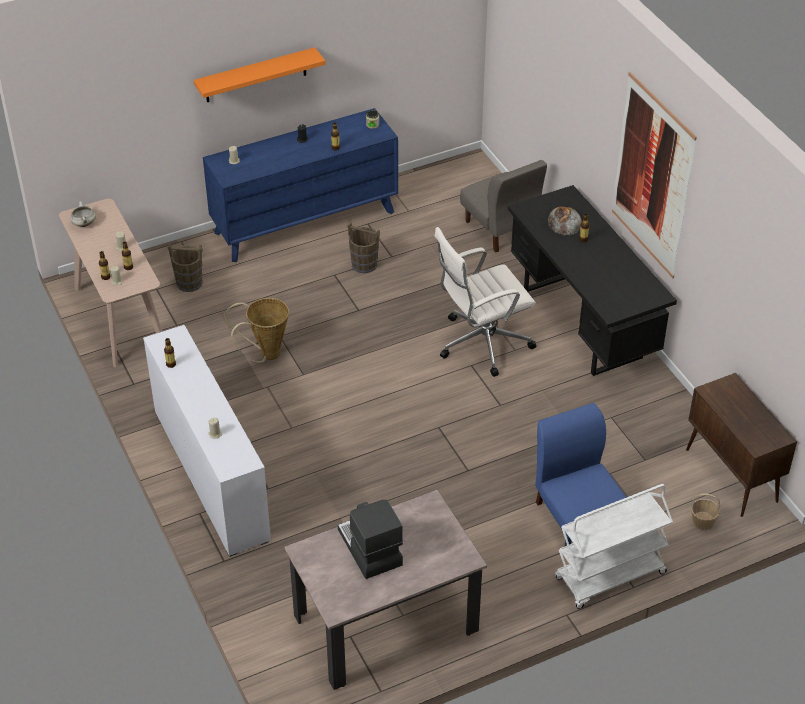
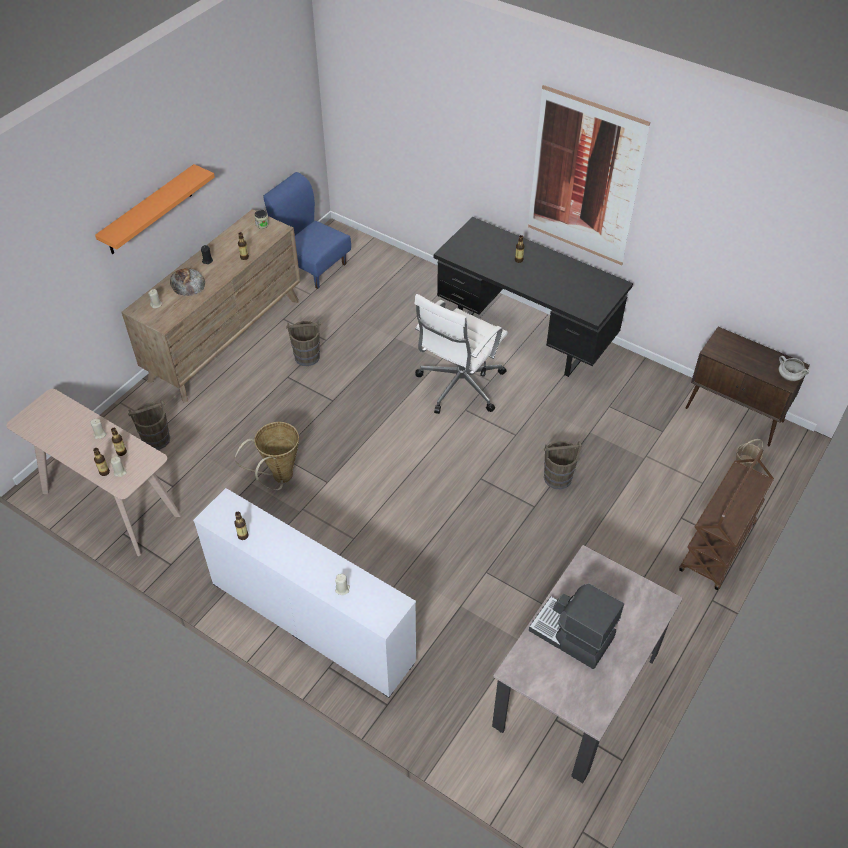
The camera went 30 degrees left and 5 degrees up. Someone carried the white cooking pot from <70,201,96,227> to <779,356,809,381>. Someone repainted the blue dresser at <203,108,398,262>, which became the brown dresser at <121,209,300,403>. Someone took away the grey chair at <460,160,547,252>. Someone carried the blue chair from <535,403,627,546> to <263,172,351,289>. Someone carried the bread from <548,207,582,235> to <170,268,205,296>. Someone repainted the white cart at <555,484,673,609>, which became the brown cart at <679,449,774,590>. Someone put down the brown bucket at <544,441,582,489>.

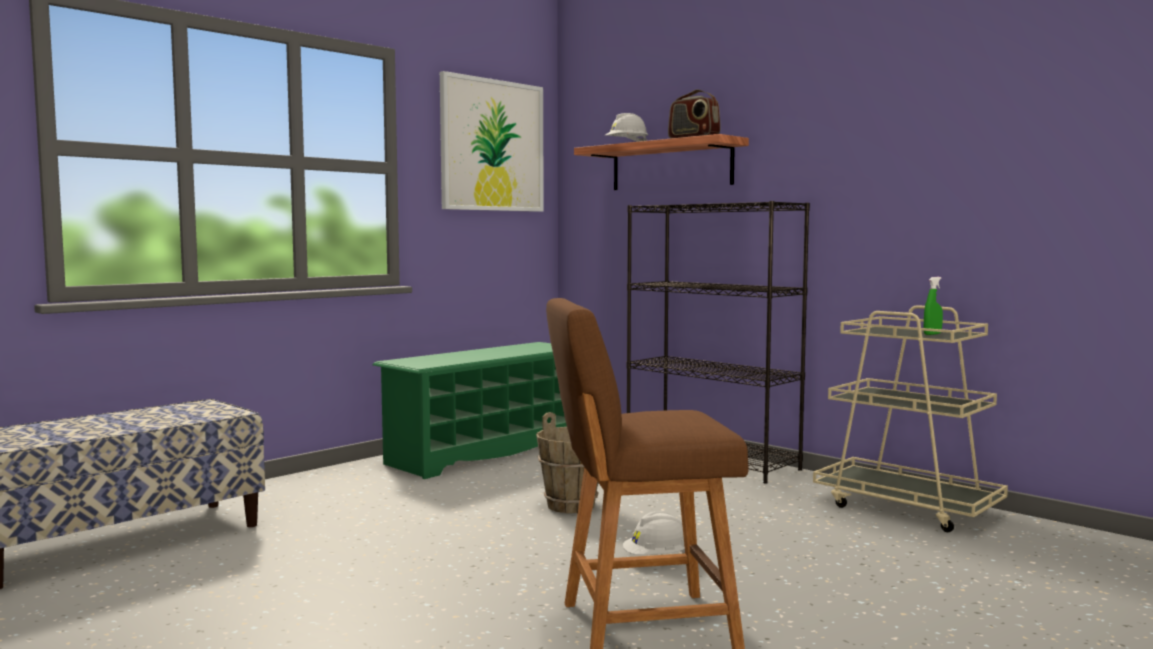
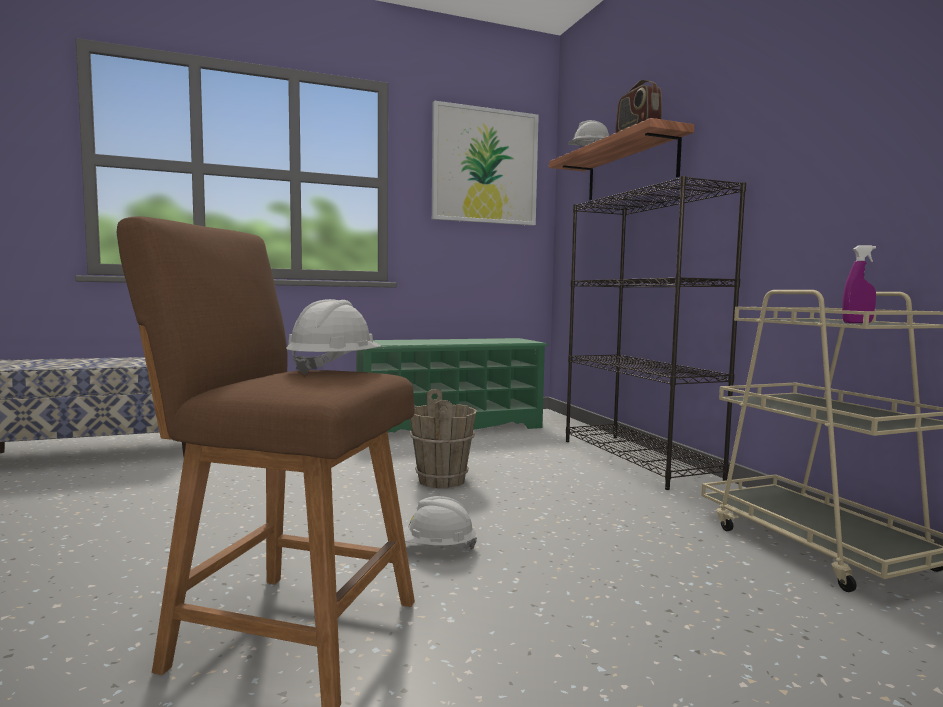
The camera went 25 degrees right and 0 degrees up. Someone repainted the green spray bottle at <924,277,943,335>, which became the purple spray bottle at <842,245,876,323>. Someone put down the white hard hat at <286,299,382,375>.

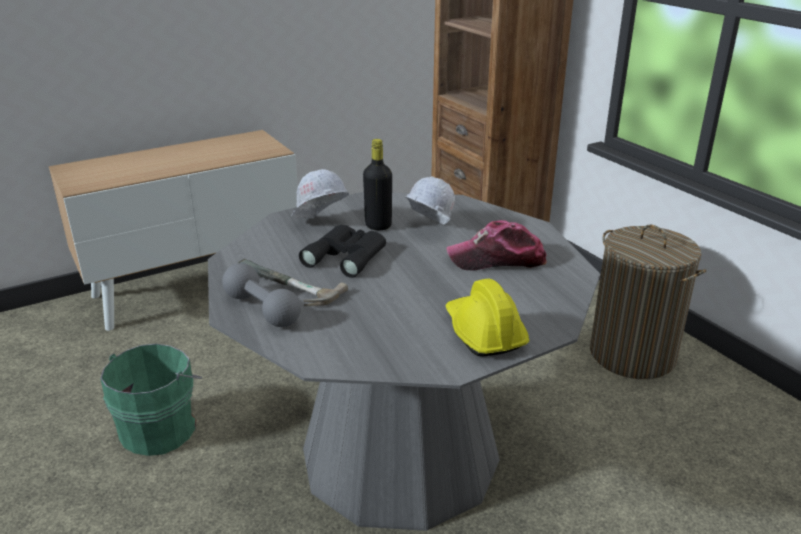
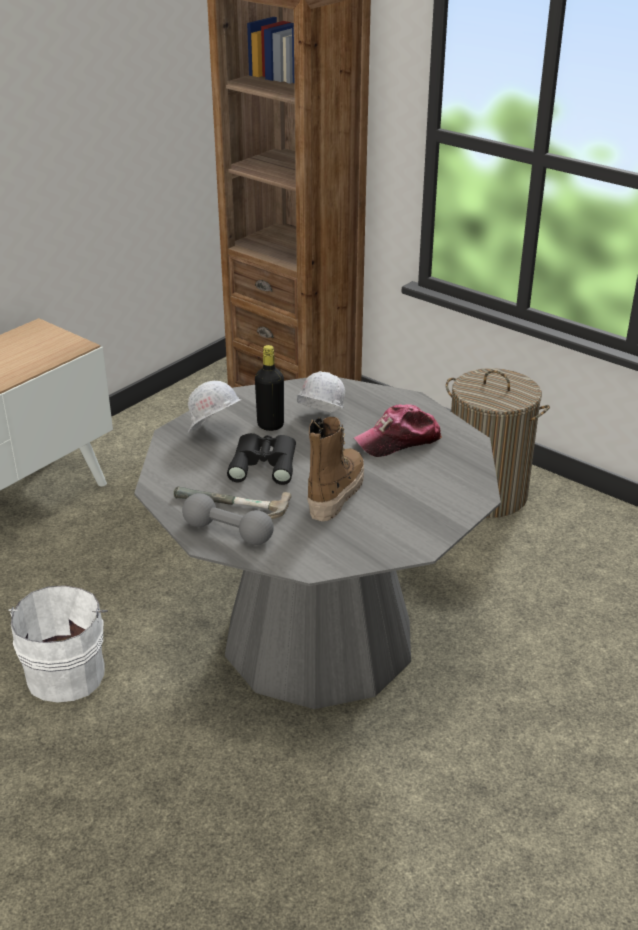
The camera went 20 degrees left and 5 degrees up. Someone repainted the green bucket at <100,344,202,456>, which became the white bucket at <8,585,108,702>. Someone took away the yellow hard hat at <445,279,529,356>. Someone put down the boot at <307,417,364,521>.

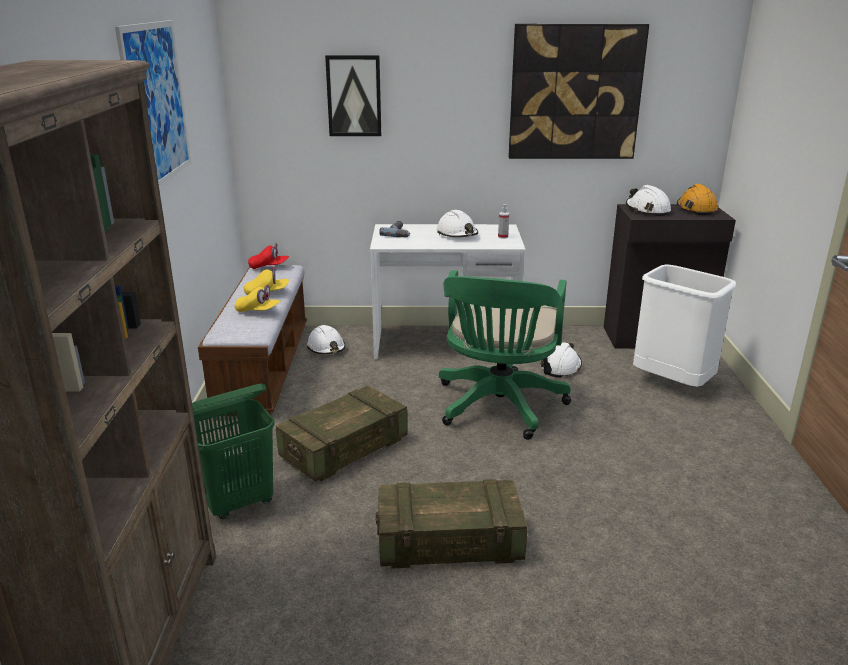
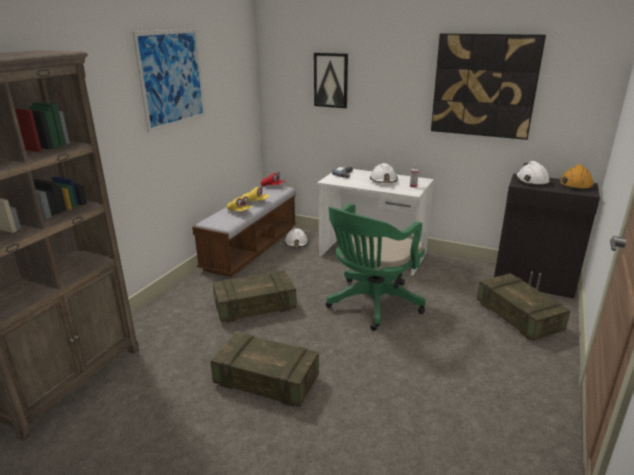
The camera went 25 degrees right and 0 degrees up. Someone took away the green laundry basket at <192,383,274,519>. Someone took away the white hard hat at <540,342,582,378>. Someone swapped the white trash can at <633,264,736,387> for the crate at <477,273,570,341>.

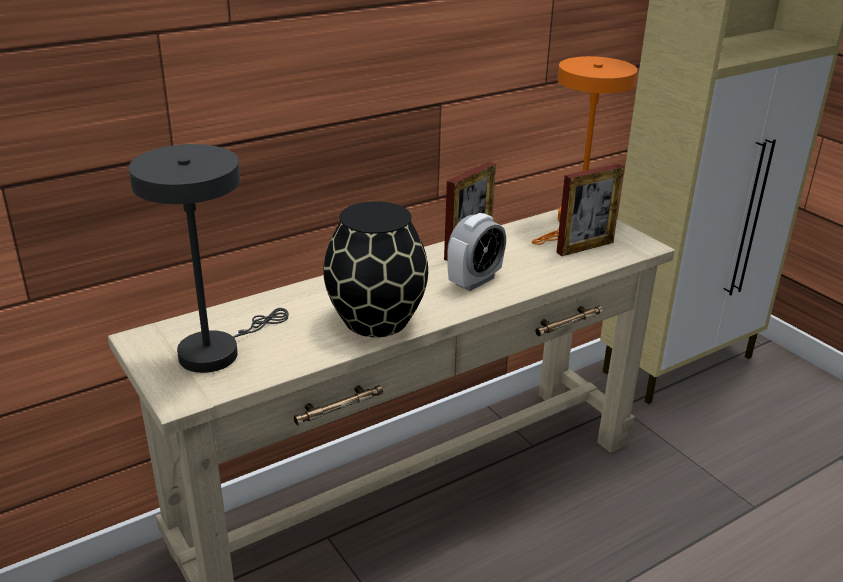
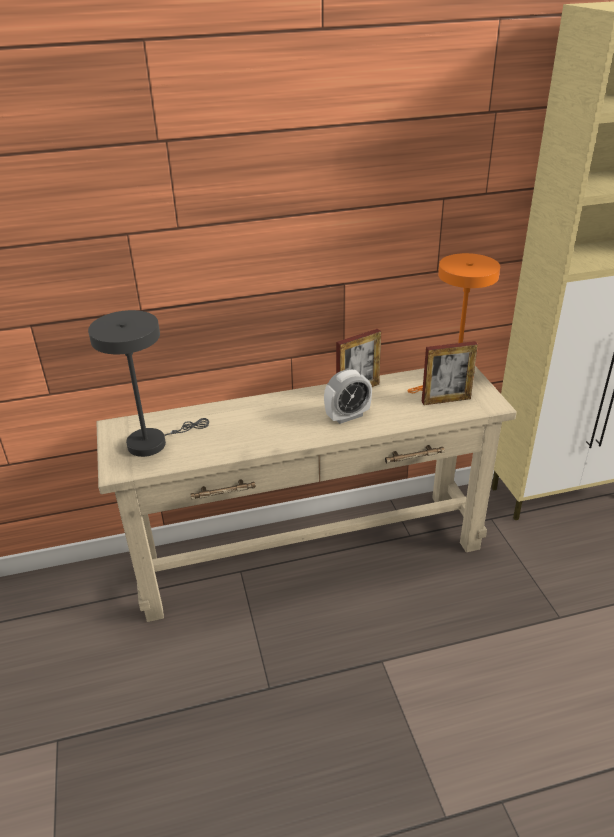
The camera went 20 degrees right and 5 degrees up. Someone took away the black vase at <323,201,428,337>.

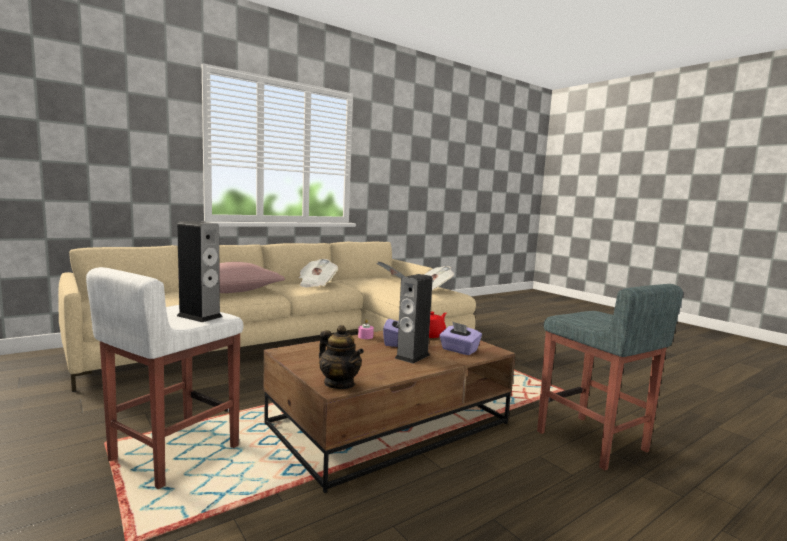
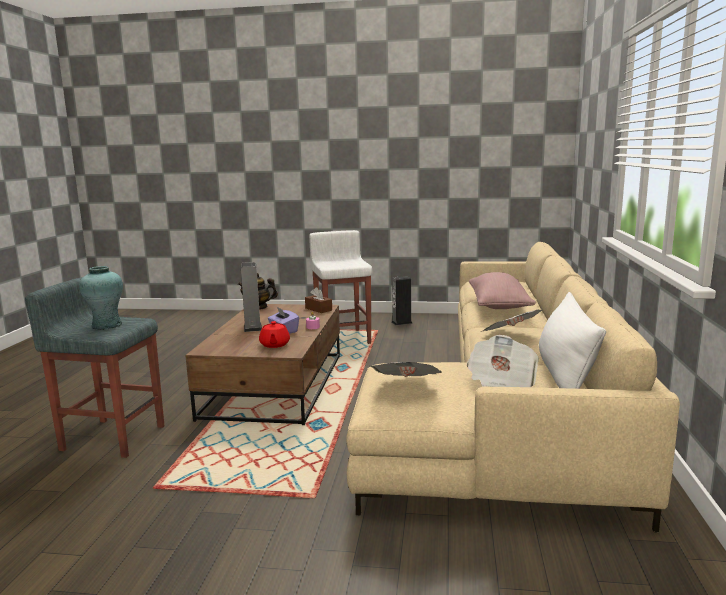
The camera went 135 degrees right and 5 degrees up. Someone carried the speaker from <177,221,223,322> to <392,276,412,325>. Someone took away the purple tissue box at <439,322,482,355>. Someone put down the turquoise vase at <79,266,123,330>. Someone put down the brown tissue box at <305,287,332,313>. Someone put down the white pillow at <539,292,606,389>.

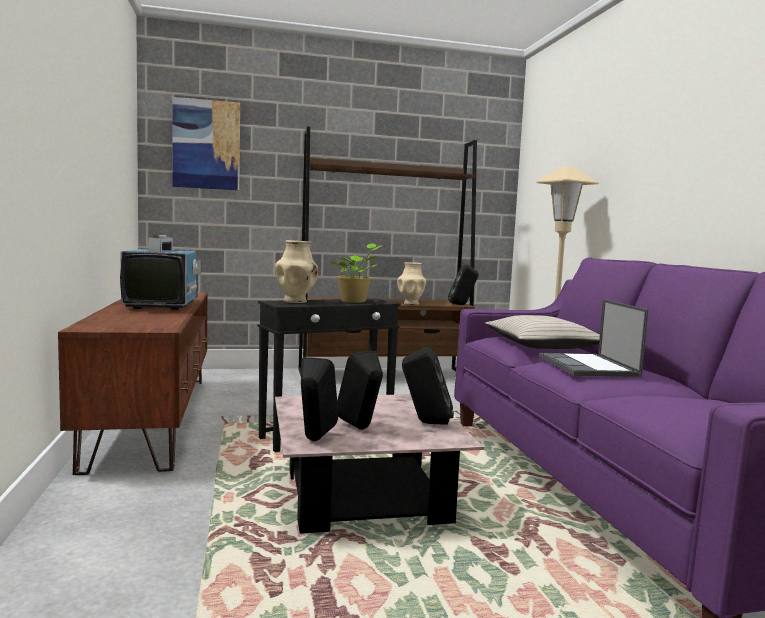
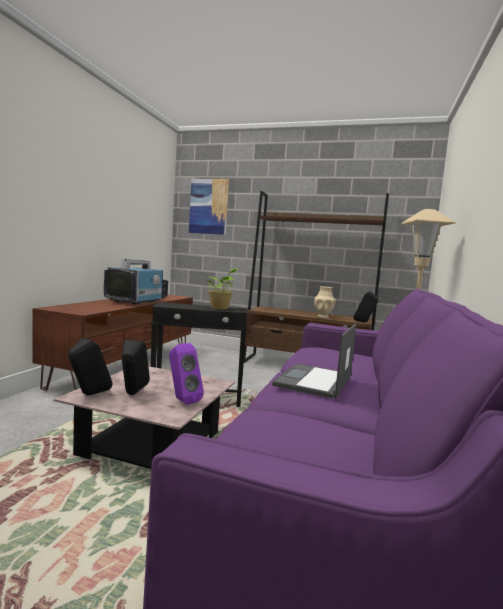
The camera went 30 degrees right and 0 degrees up. Someone took away the beige vase at <275,240,318,303>. Someone repainted the black speaker at <402,346,454,425>, which became the purple speaker at <169,343,204,405>. Someone took away the beige pillow at <485,315,600,349>.

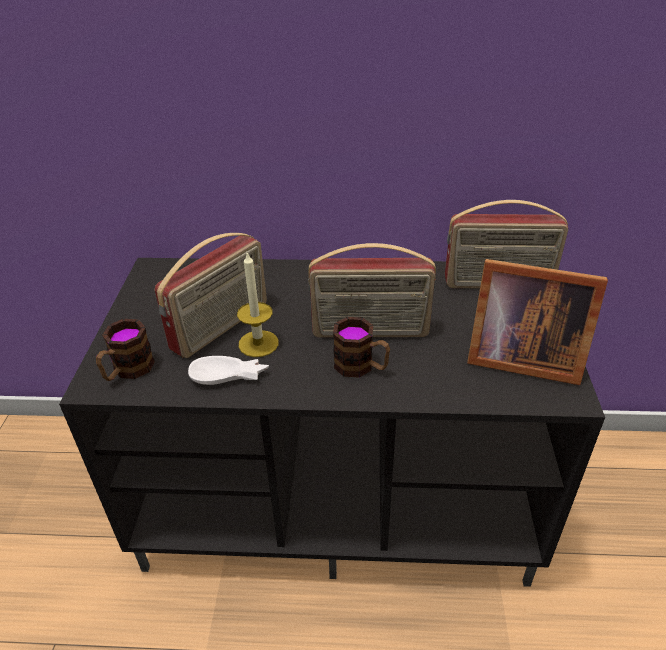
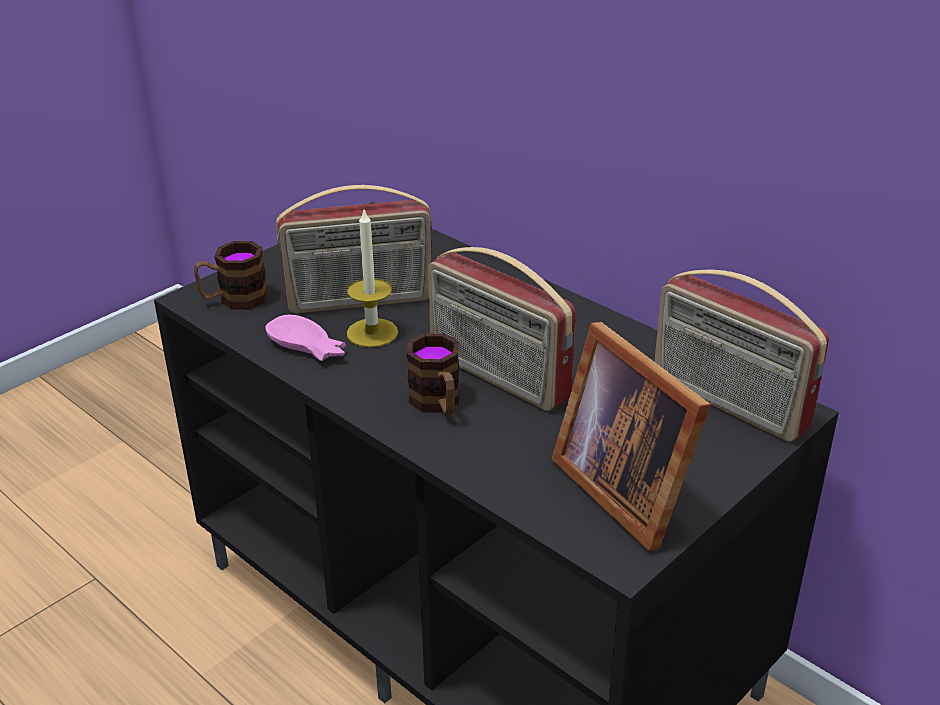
The camera went 40 degrees right and 5 degrees down. Someone repainted the white bowl at <188,356,269,385>, which became the pink bowl at <265,315,346,361>.

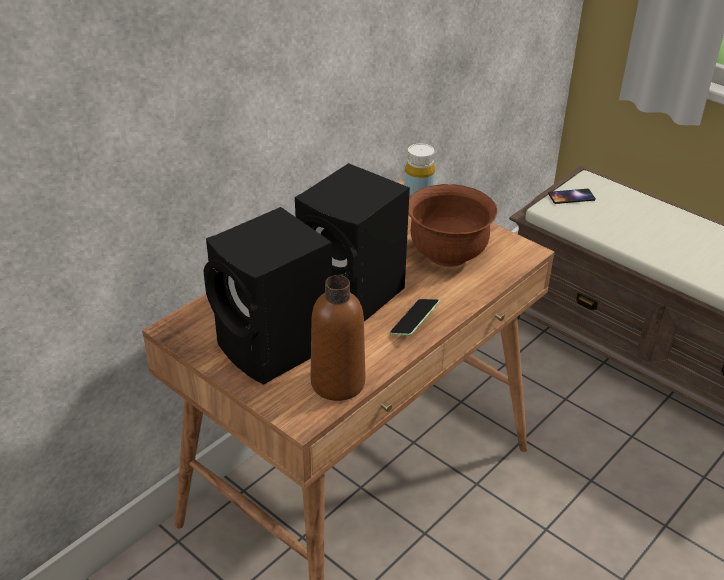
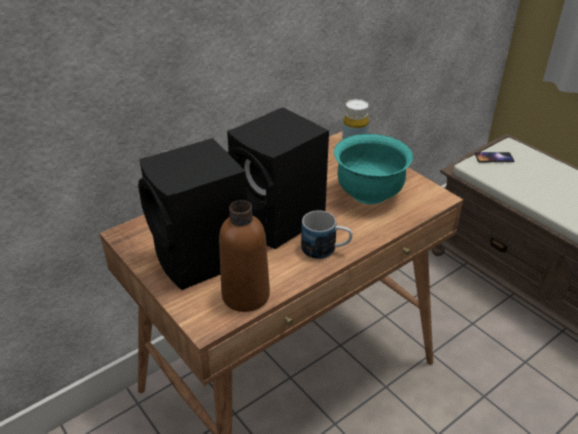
The camera went 10 degrees right and 0 degrees up. Someone swapped the phone at <390,299,440,336> for the mug at <301,210,353,259>. Someone repainted the brown bowl at <408,184,498,267>, which became the turquoise bowl at <334,134,413,204>.

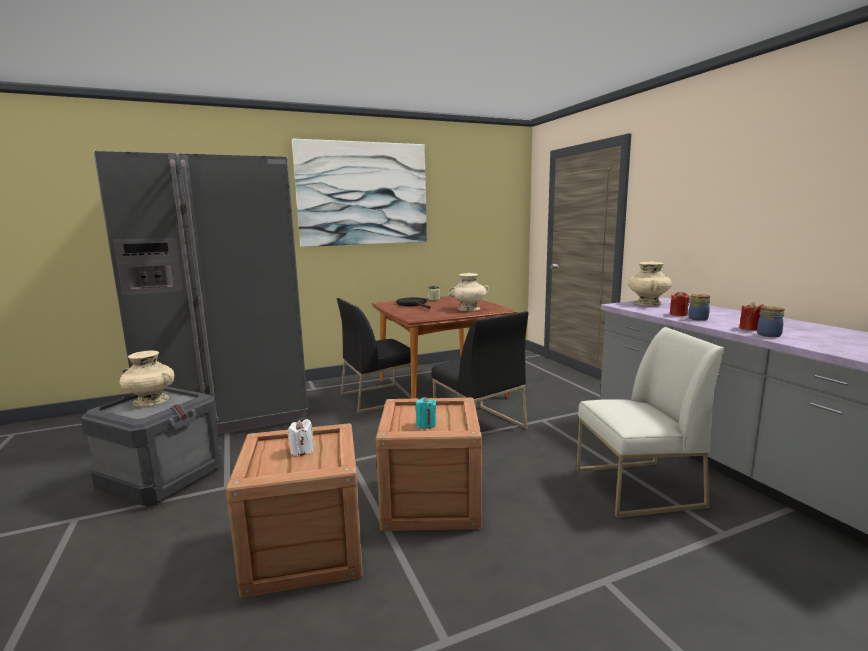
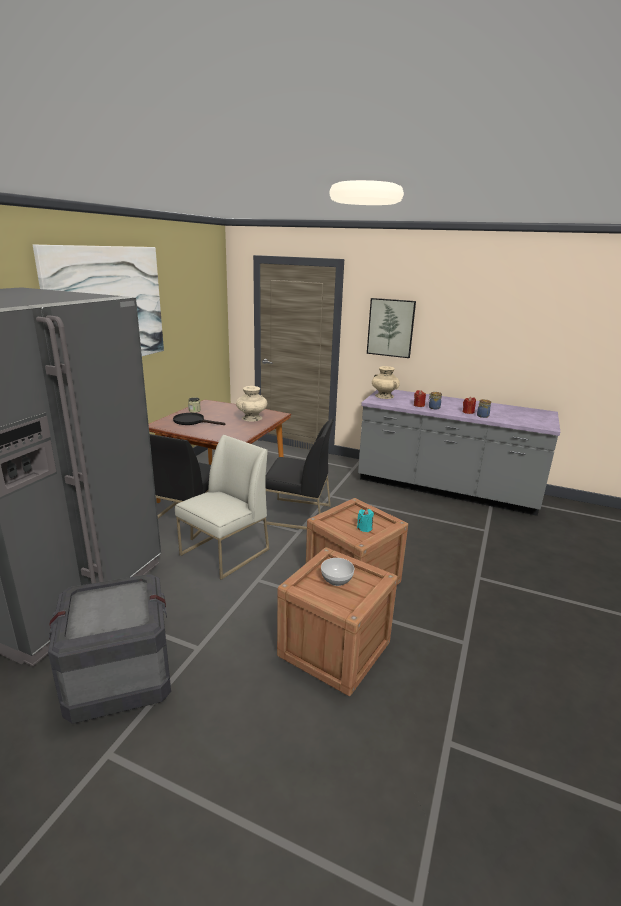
The camera went 45 degrees left and 10 degrees up. Someone took away the beige vase at <120,350,174,406>. Someone swapped the white candle at <287,419,314,456> for the bowl at <321,558,354,586>. Someone carried the white chair from <577,327,724,518> to <175,435,269,580>. Someone put up the picture at <367,298,416,358>.

